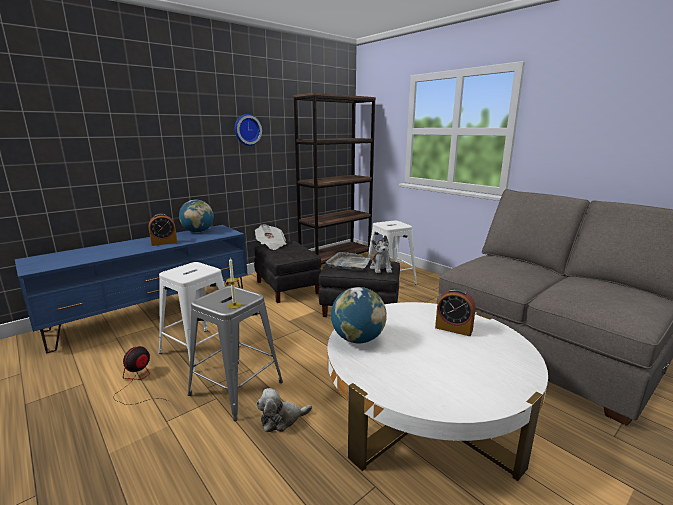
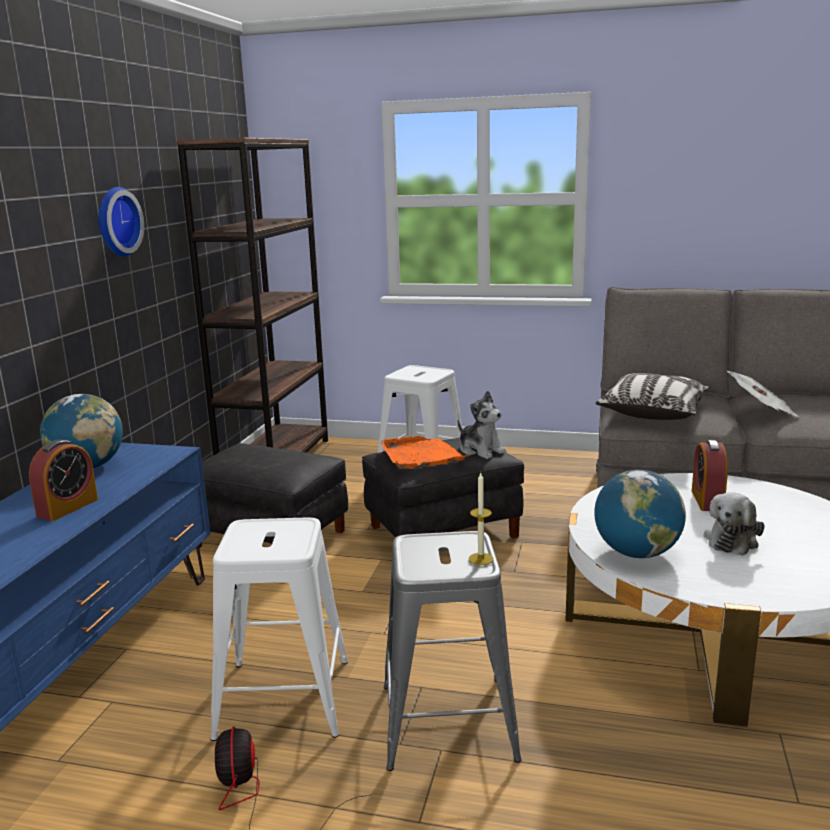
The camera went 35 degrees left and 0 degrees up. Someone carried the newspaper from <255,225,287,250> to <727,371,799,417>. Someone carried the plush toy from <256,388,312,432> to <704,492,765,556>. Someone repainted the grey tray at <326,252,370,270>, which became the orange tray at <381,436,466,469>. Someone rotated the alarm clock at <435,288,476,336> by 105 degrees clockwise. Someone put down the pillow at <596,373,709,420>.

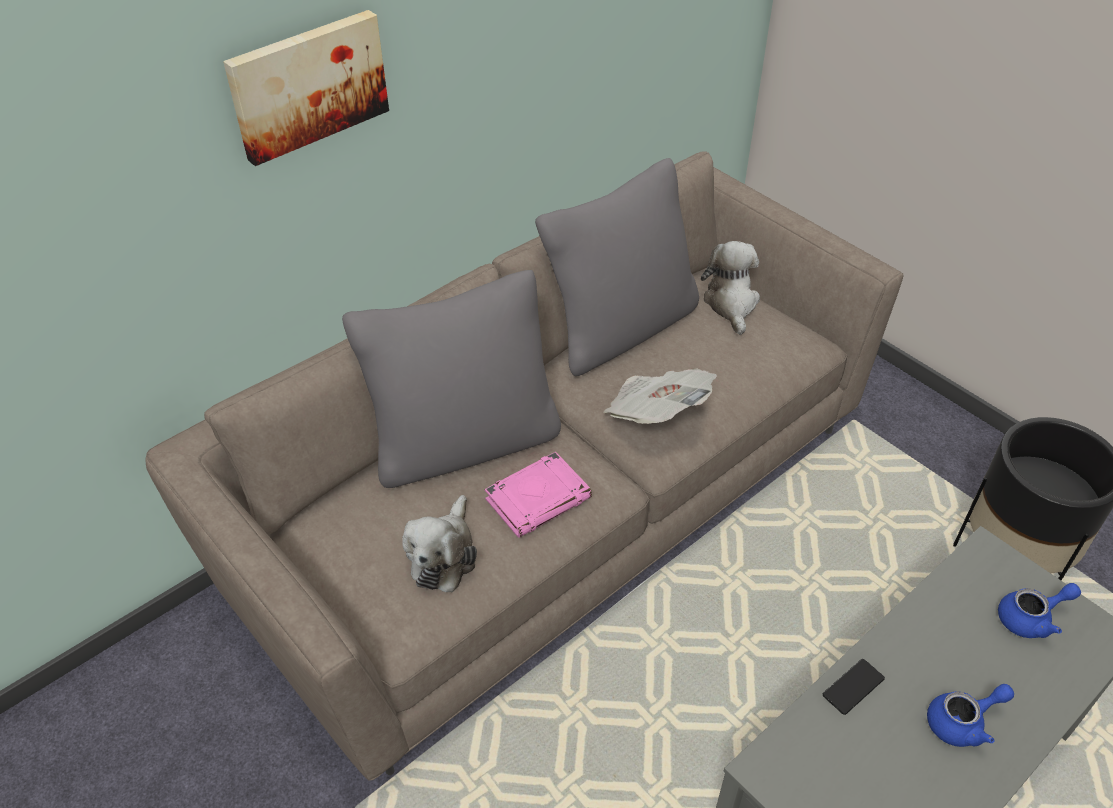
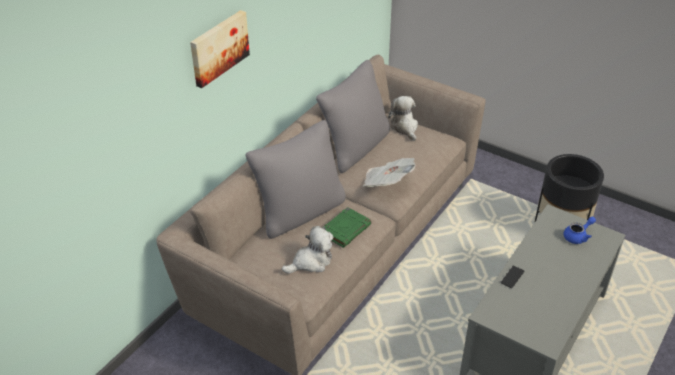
The camera went 15 degrees left and 5 degrees down. Someone rotated the plush toy at <402,495,477,592> by 120 degrees counterclockwise. Someone repainted the pink book at <485,452,592,538>, which became the green book at <323,207,371,248>. Someone took away the blue teapot at <927,684,1014,747>.

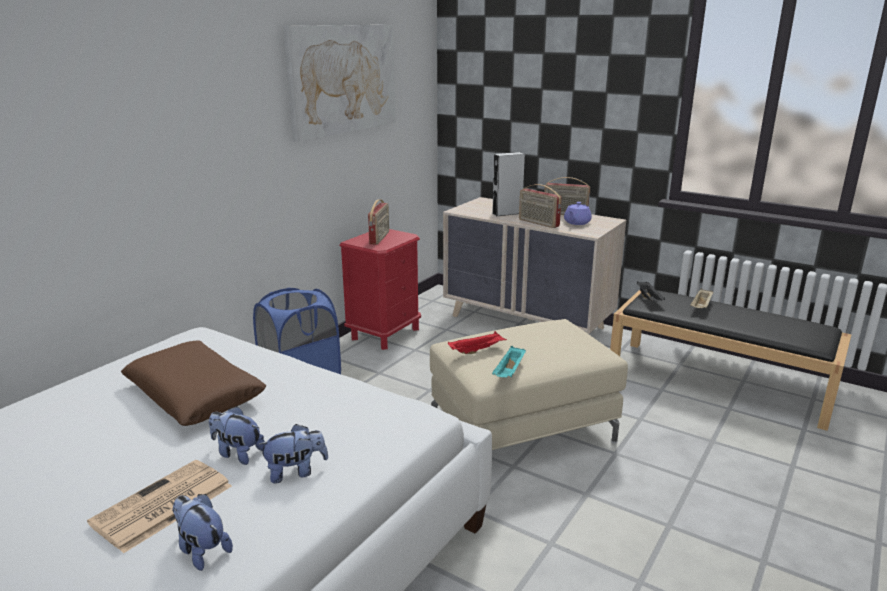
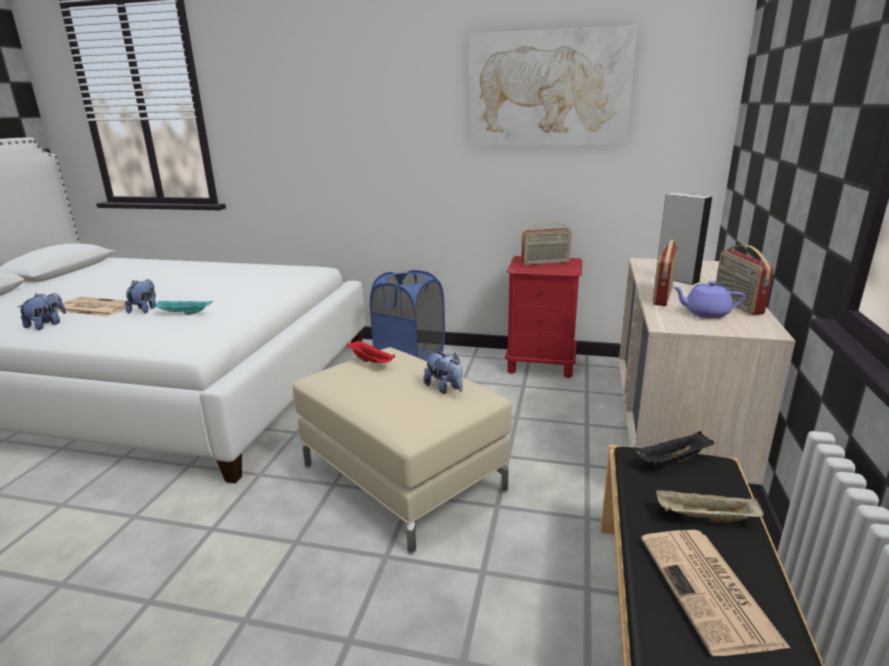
The camera went 70 degrees right and 0 degrees up. Someone took away the brown pillow at <121,340,266,426>. Someone carried the plush toy from <258,424,328,484> to <424,351,463,394>. Someone carried the turquoise tray from <492,346,526,377> to <153,301,213,315>. Someone put down the newspaper at <641,530,790,656>.

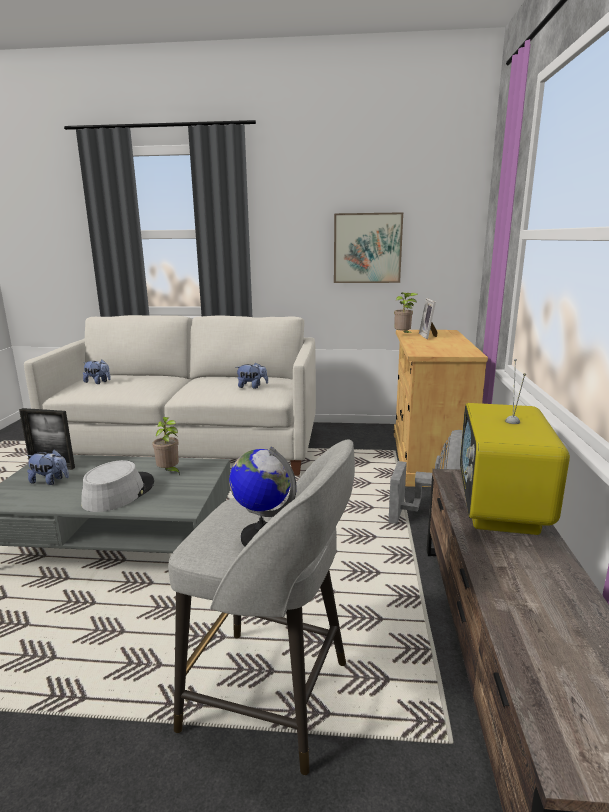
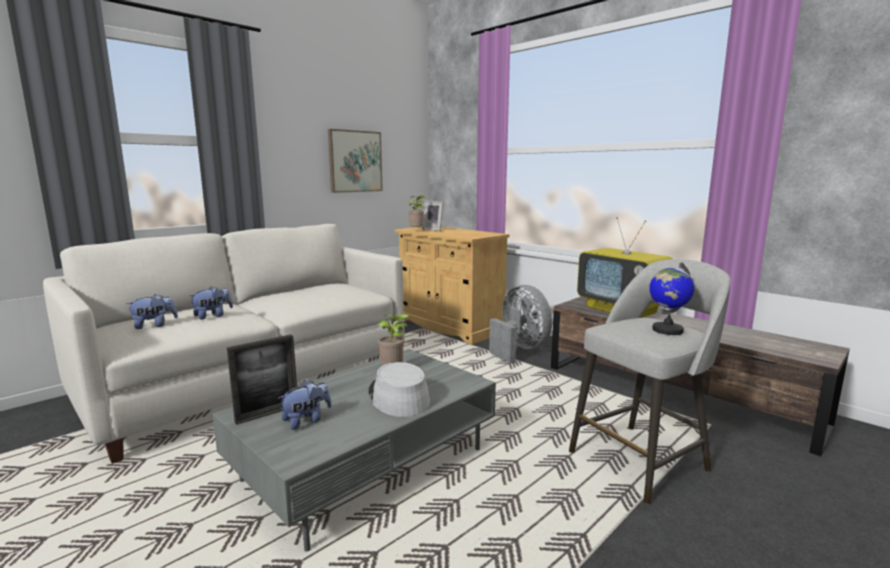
The camera went 50 degrees left and 5 degrees down. Someone carried the plush toy from <237,362,268,389> to <189,286,233,319>.

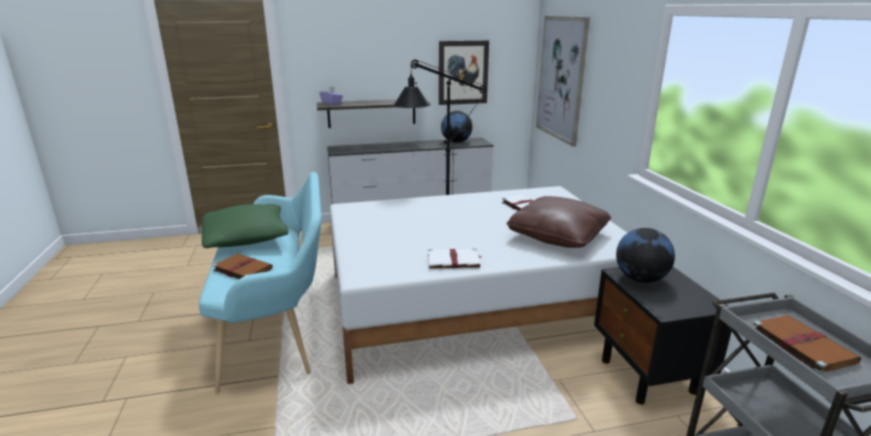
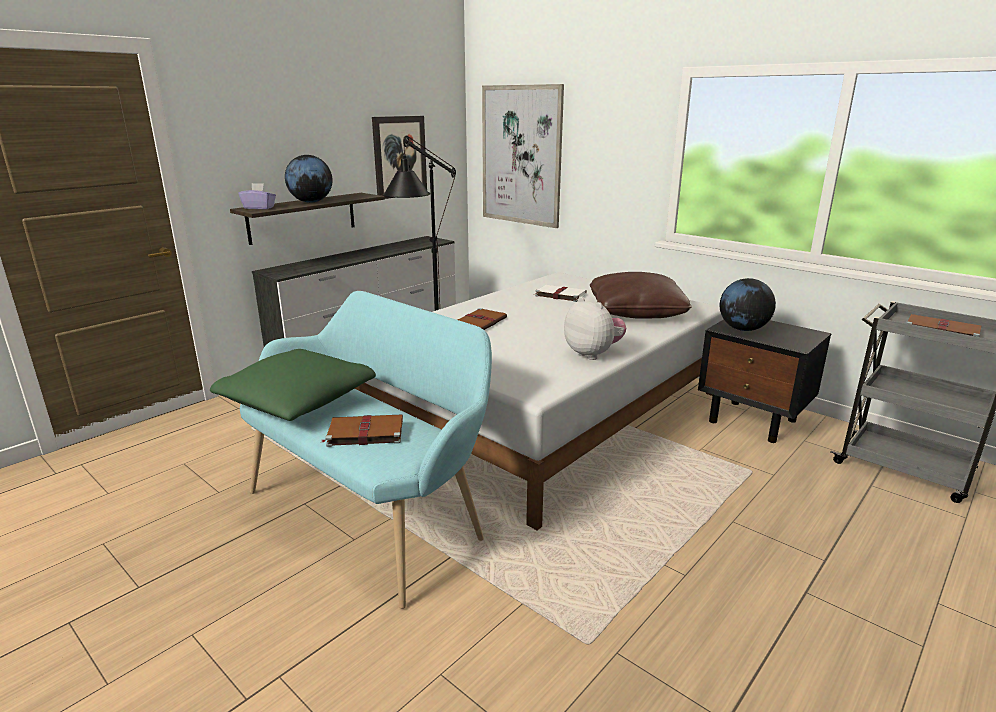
The camera went 35 degrees left and 0 degrees up. Someone swapped the white book at <428,248,482,268> for the plush toy at <564,296,626,360>. Someone carried the globe from <441,111,472,143> to <285,155,333,203>. Someone put down the brown book at <458,308,507,330>.

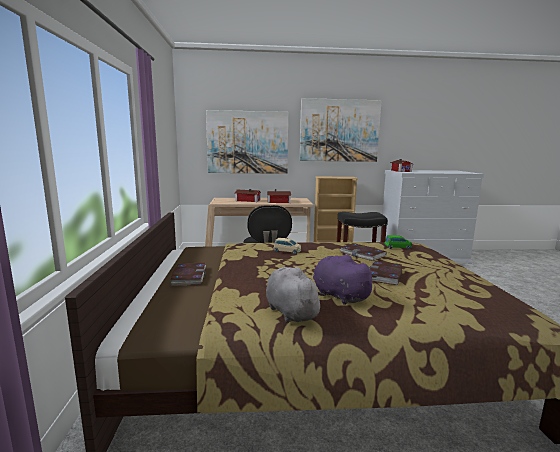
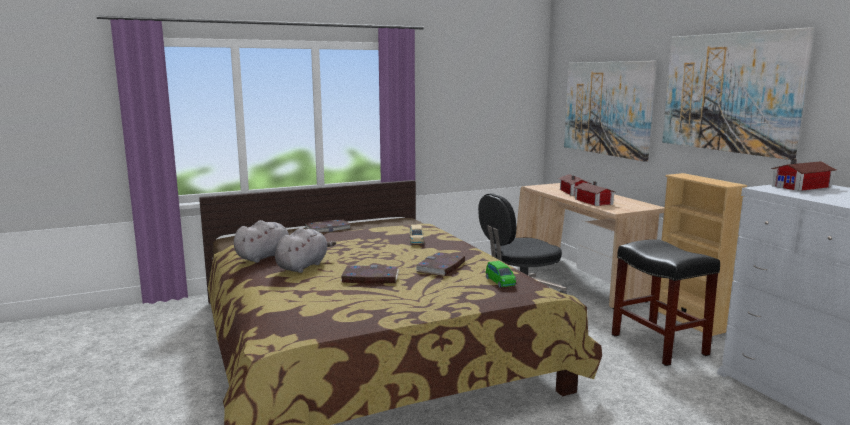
The camera went 70 degrees right and 0 degrees up. Someone repainted the purple plush toy at <313,255,377,305>, which became the grey plush toy at <275,228,336,273>.

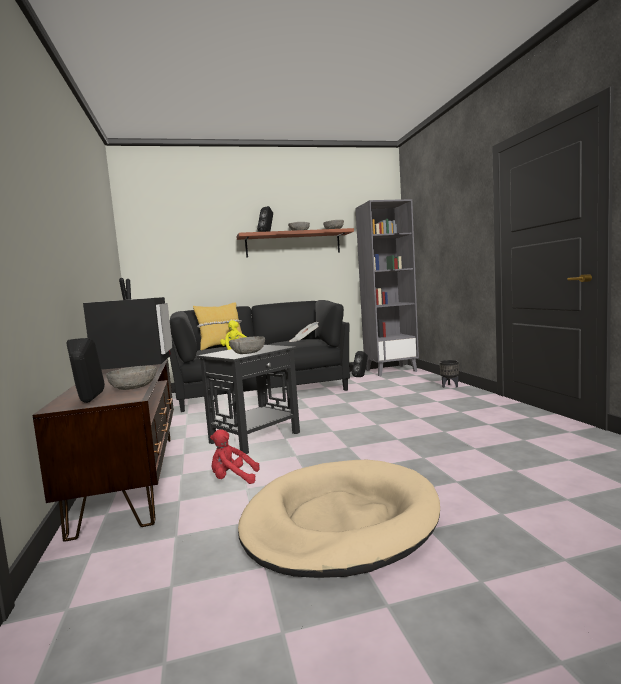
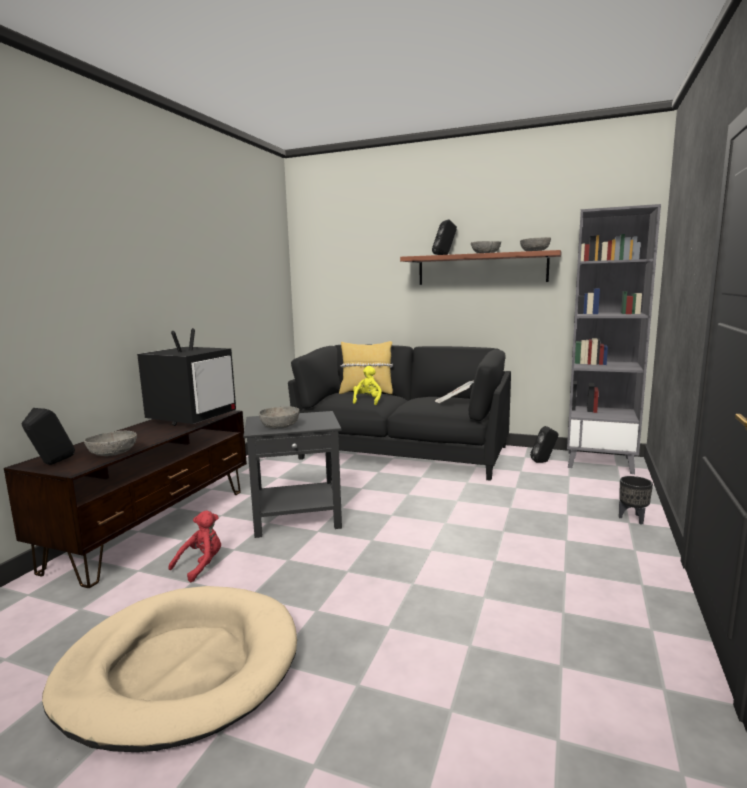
The camera went 35 degrees right and 5 degrees up. Someone rotated the red plush toy at <210,429,260,484> by 90 degrees clockwise.

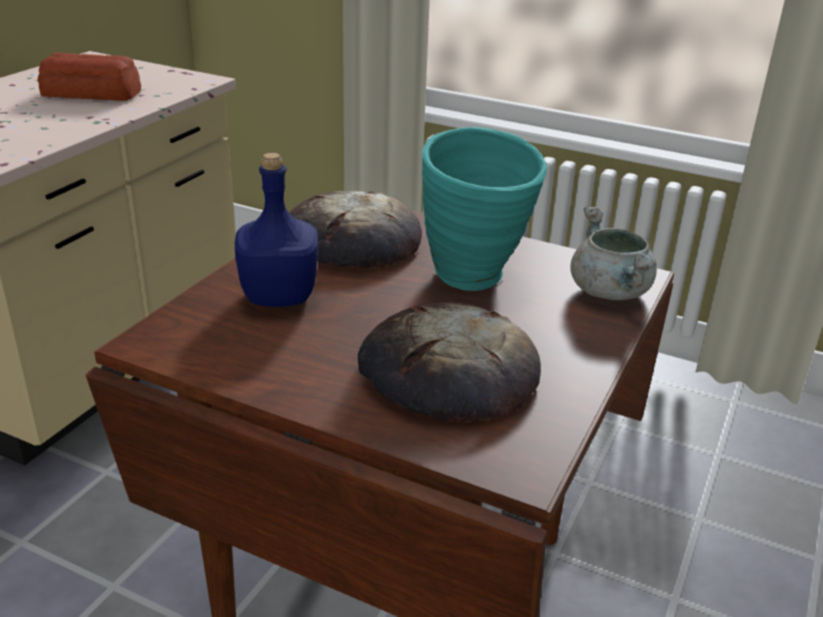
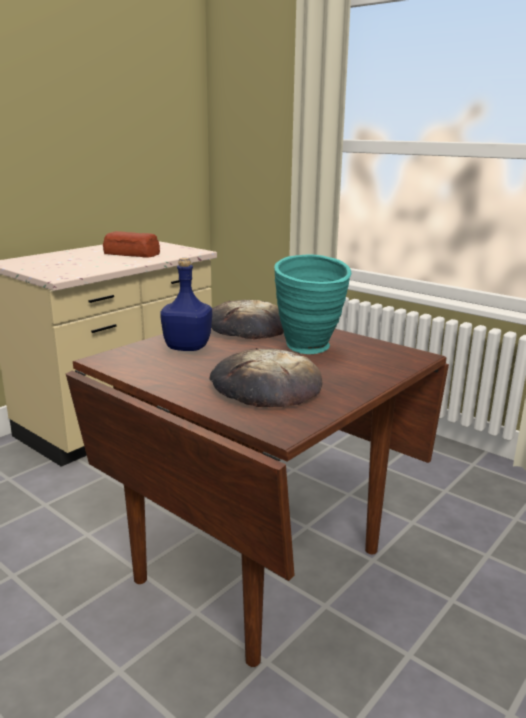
The camera went 15 degrees right and 10 degrees down. Someone took away the grey cooking pot at <570,207,657,300>.

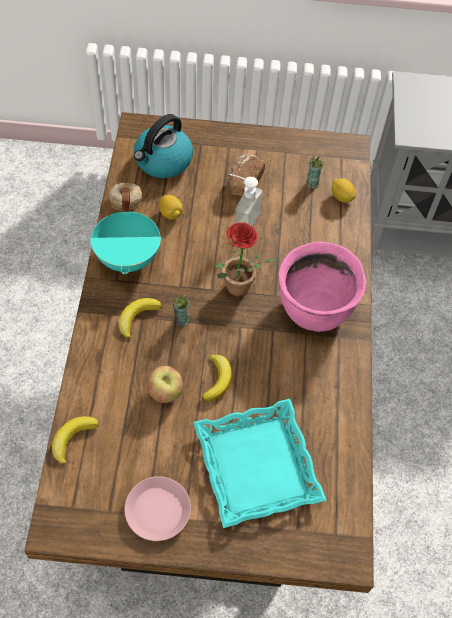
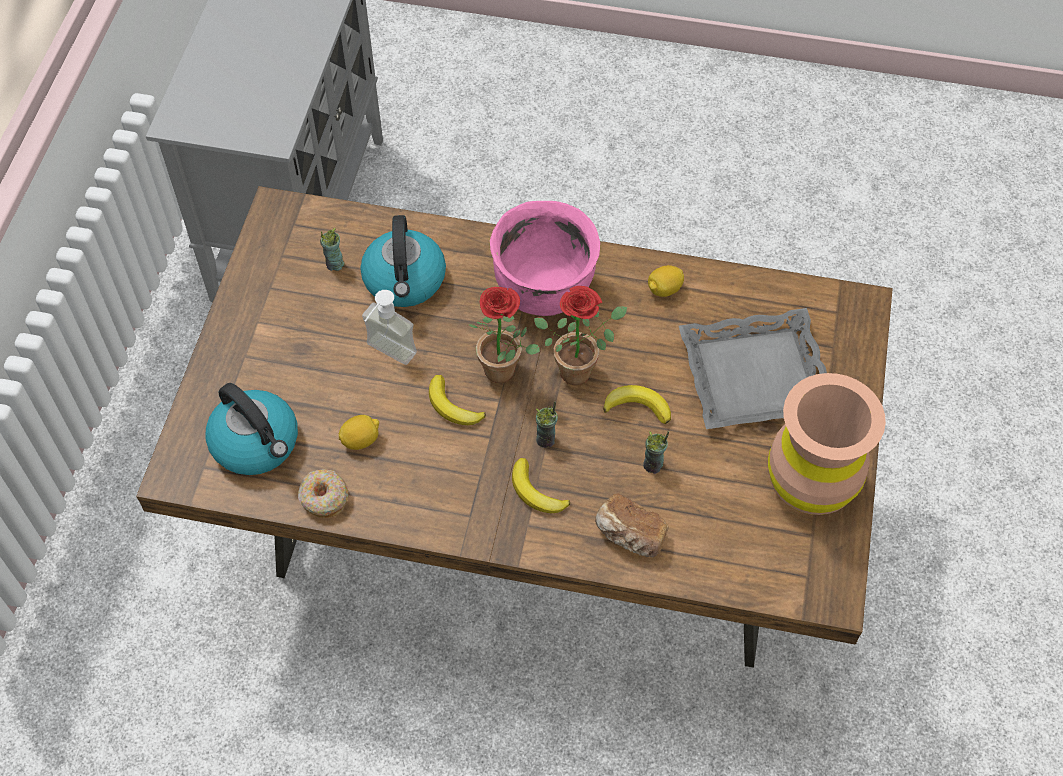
The camera went 80 degrees left and 0 degrees up. Someone carried the banana from <52,416,99,465> to <429,375,486,425>. Someone took away the turquoise cooking pot at <90,188,161,274>. Someone swapped the pink plate at <124,476,191,541> for the brown vase at <768,373,886,515>. Someone swapped the apple at <147,366,183,403> for the cup at <643,431,669,474>. Someone repainted the turquoise tray at <193,399,326,528>, which became the grey tray at <679,308,827,429>. Someone carried the bread from <227,154,265,196> to <595,493,669,557>. Someone carried the lemon from <331,178,356,203> to <648,265,684,297>. Someone put down the kettle at <361,215,446,307>. Someone put down the potted plant at <534,286,627,385>.

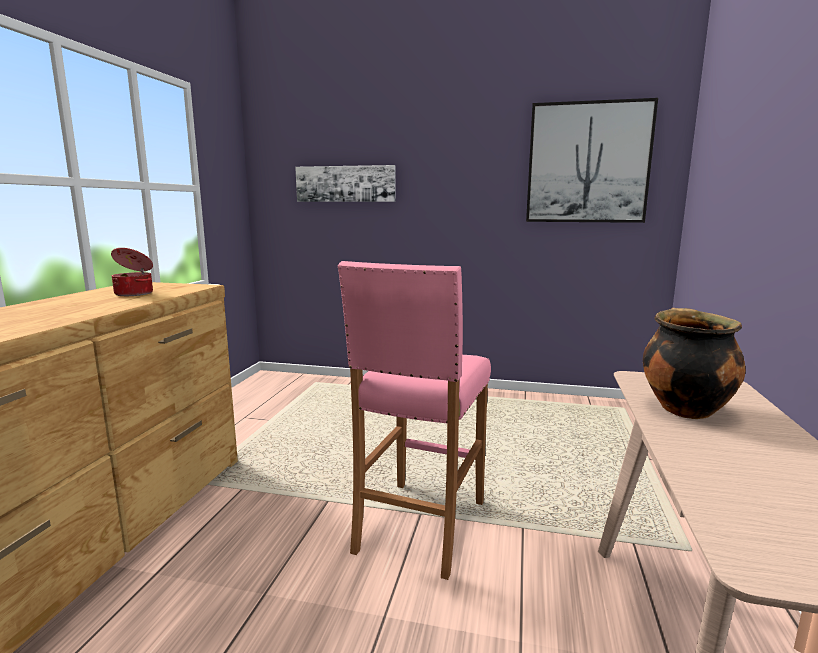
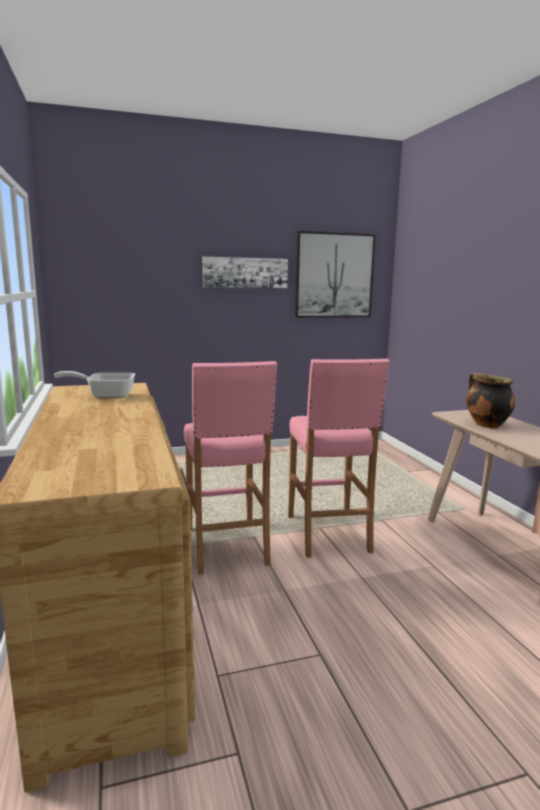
The camera went 30 degrees left and 0 degrees up. Someone swapped the cooking pot at <111,248,153,296> for the frying pan at <54,371,135,398>. Someone carried the picture from <295,165,396,202> to <203,257,288,288>. Someone put down the pink stool at <184,361,277,575>.

